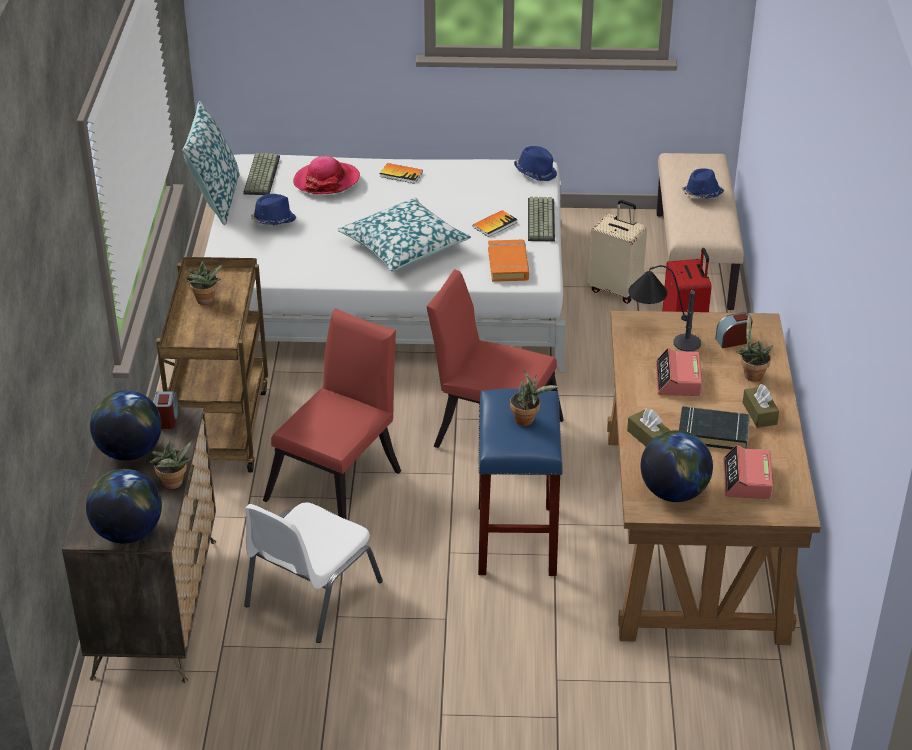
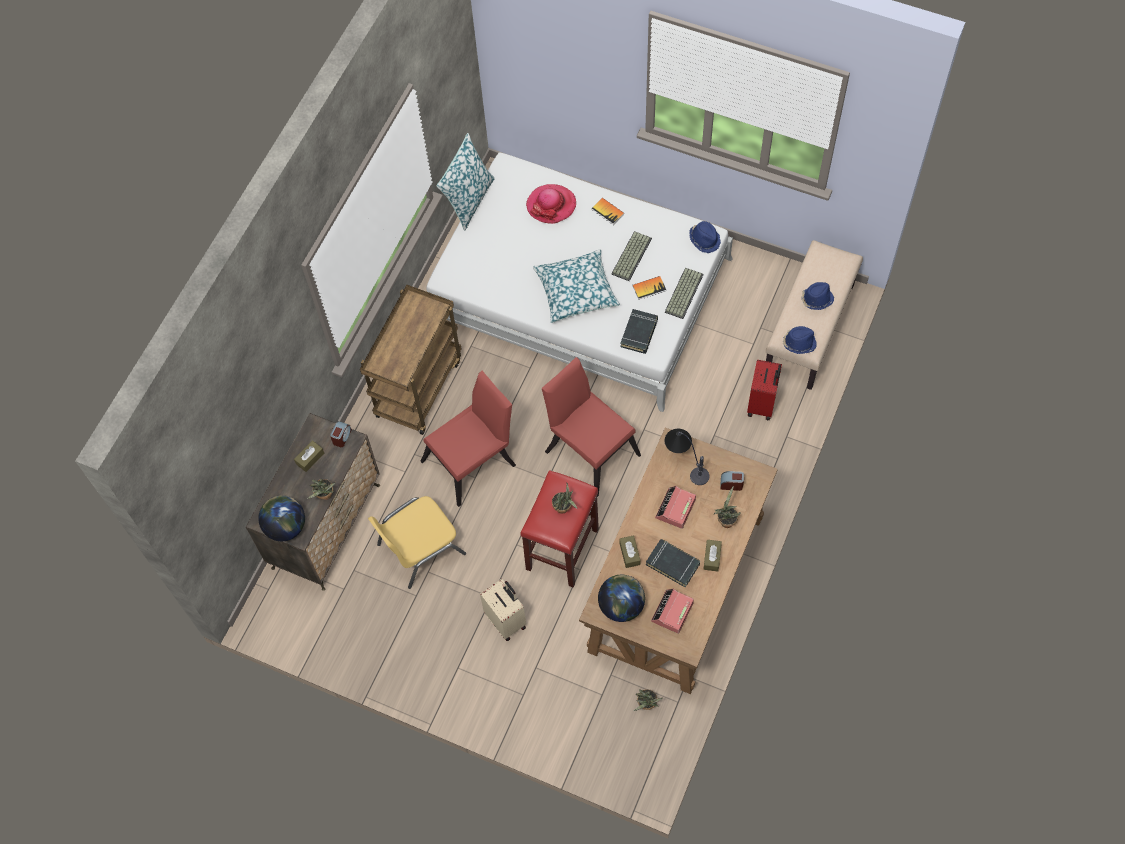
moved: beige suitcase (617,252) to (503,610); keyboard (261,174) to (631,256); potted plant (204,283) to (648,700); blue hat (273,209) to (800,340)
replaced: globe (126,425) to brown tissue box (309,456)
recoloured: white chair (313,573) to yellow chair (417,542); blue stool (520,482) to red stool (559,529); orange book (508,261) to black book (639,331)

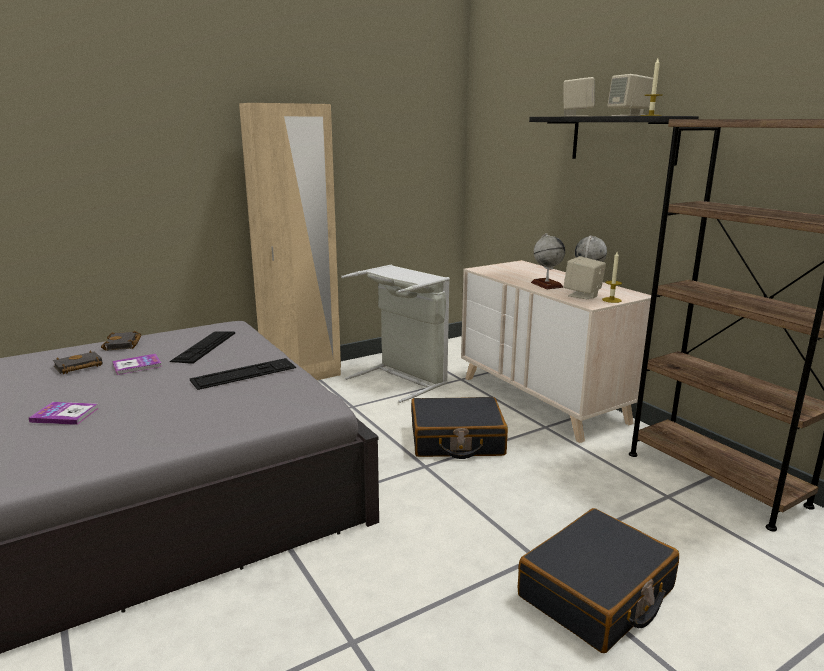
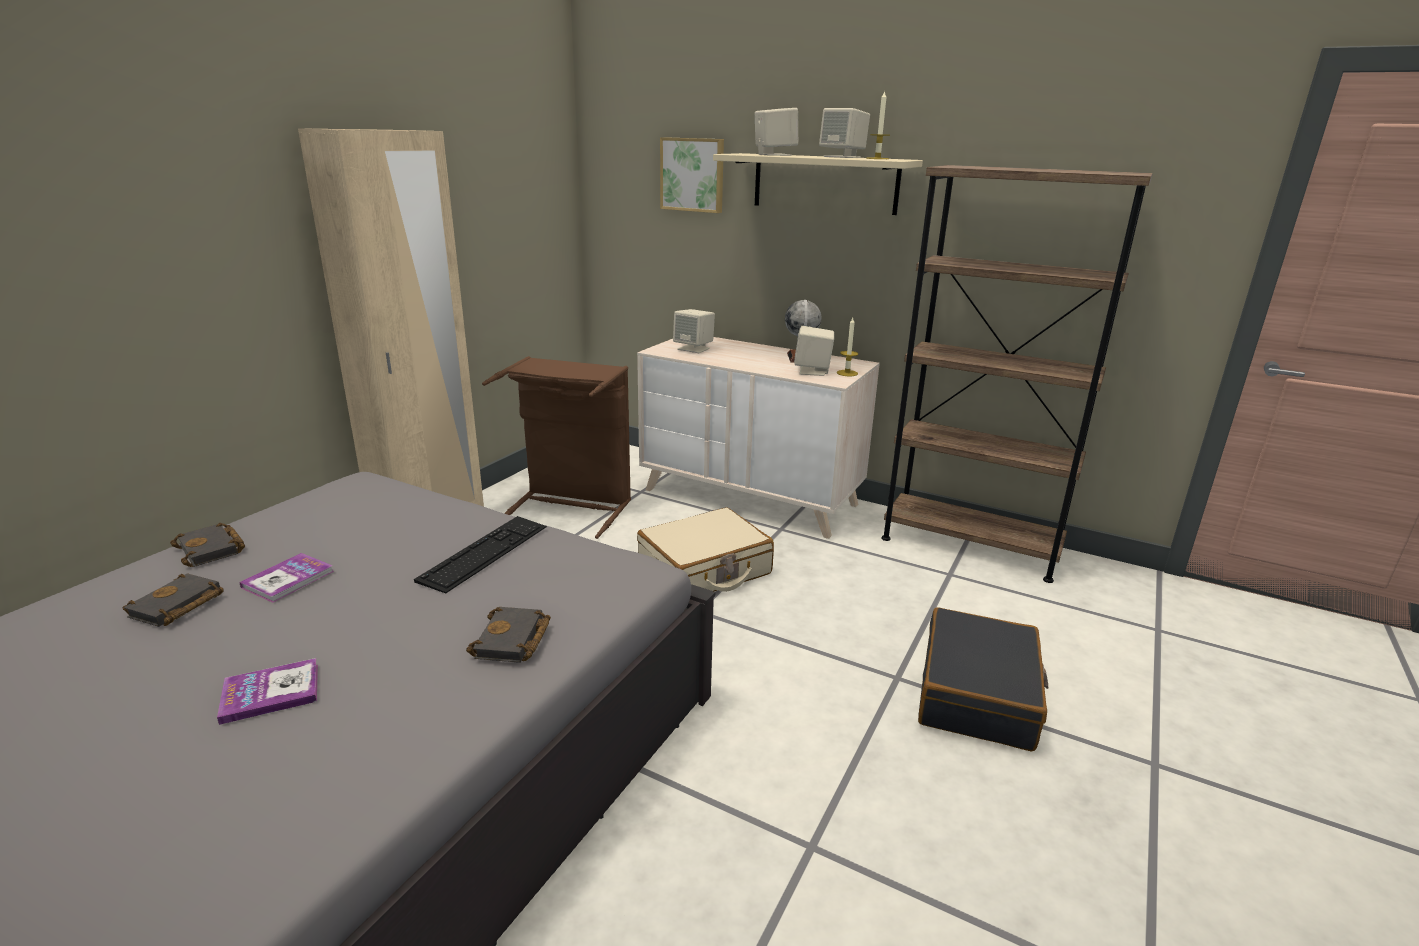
removed: keyboard (202,347); globe (548,261)
added: black book (508,635); picture (692,175); beige speaker (694,331)
recoloured: grey laundry basket (395,333) to brown laundry basket (556,447); black suitcase (459,428) to beige suitcase (705,549); black shelf (614,140) to beige shelf (818,184)

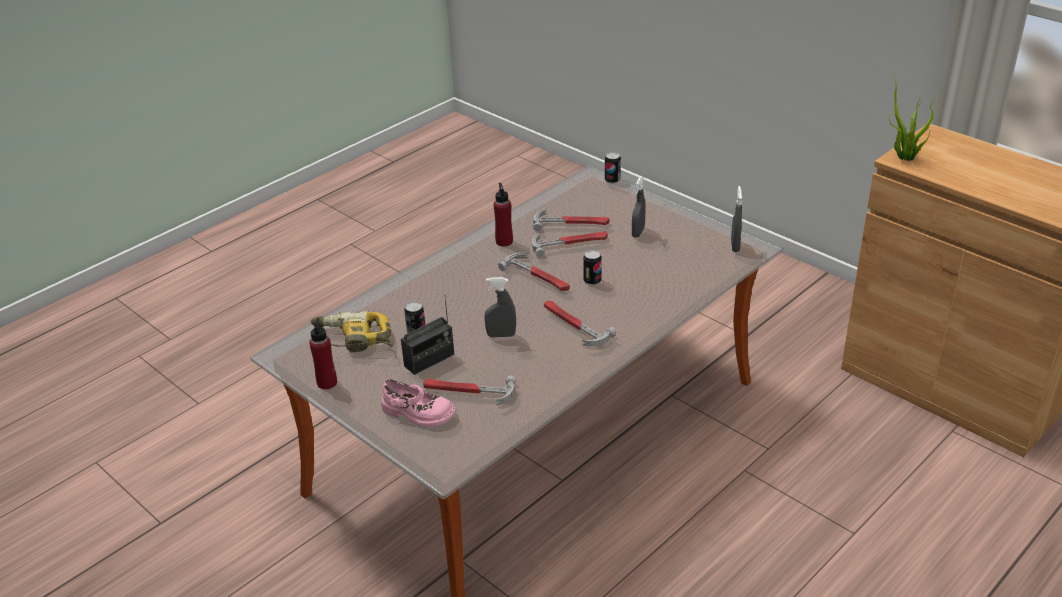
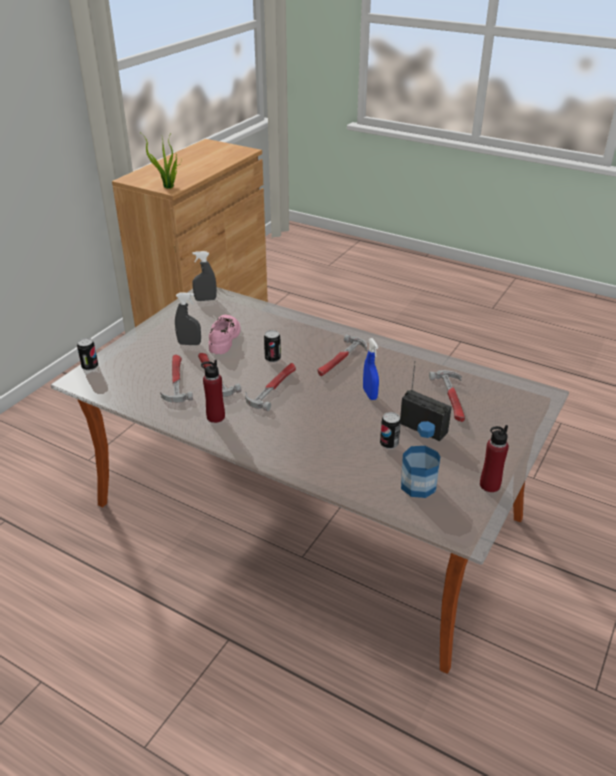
moved: pink shoe (418,403) to (225,334)
replaced: power drill (351,332) to bottle (421,459)
recoloured: grey spray bottle (500,307) to blue spray bottle (371,369)

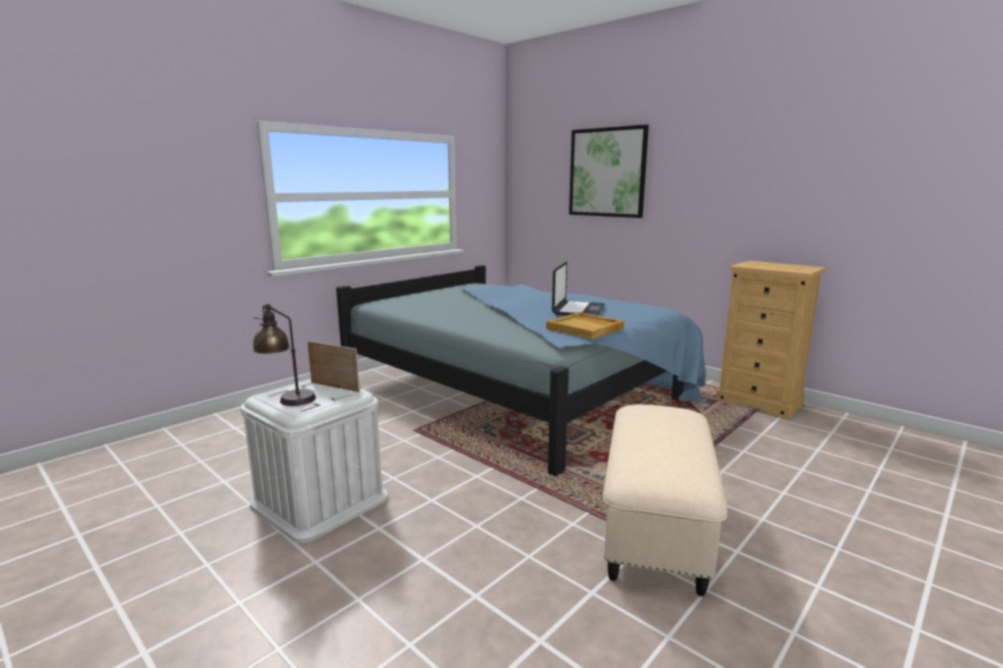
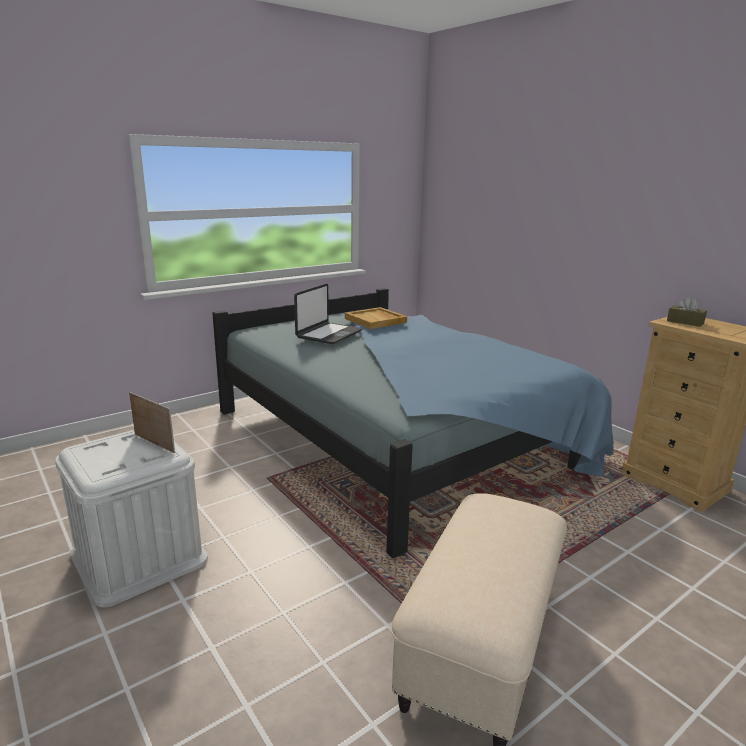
removed: table lamp (284,355); picture (609,171)
added: brown tissue box (687,311)
moved: laptop (578,289) to (328,314); beige tray (585,325) to (376,318)

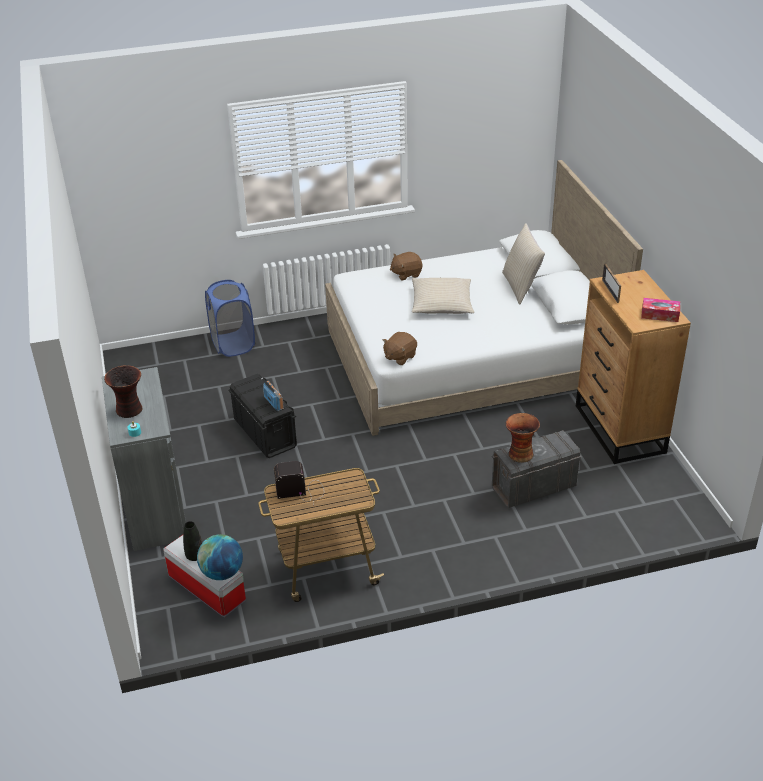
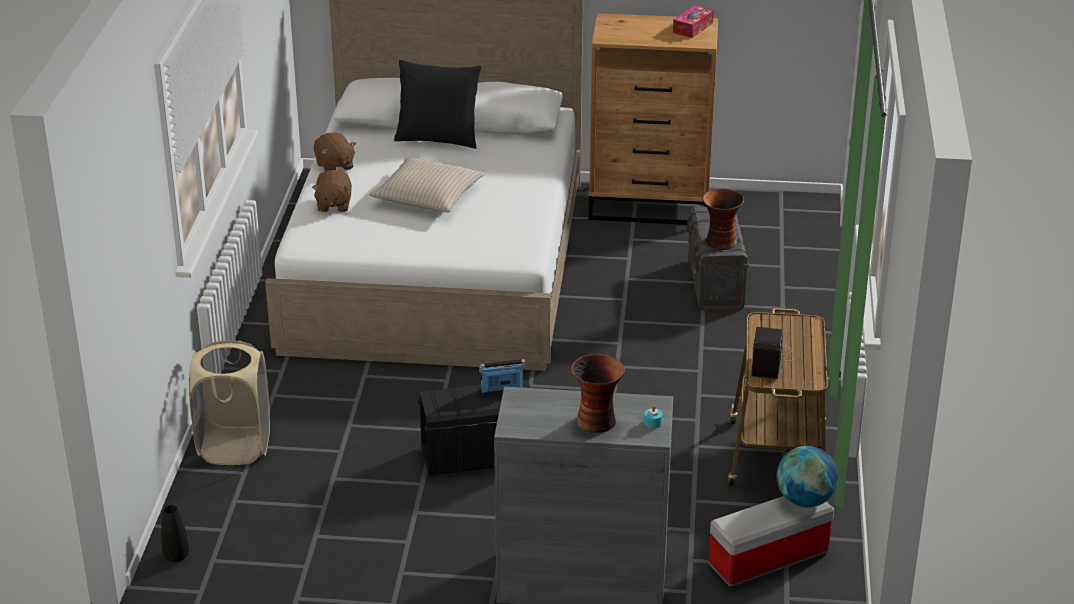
removed: picture frame (611,283)
moved: black vase (192,541) to (175,533); brown plush toy (400,348) to (335,152)
recoloured: blue laundry basket (230,318) to beige laundry basket (229,402); beige pillow (523,264) to black pillow (437,104)

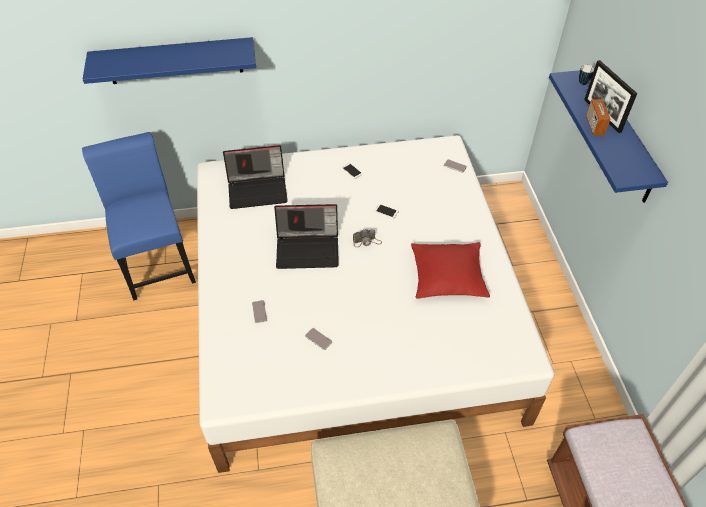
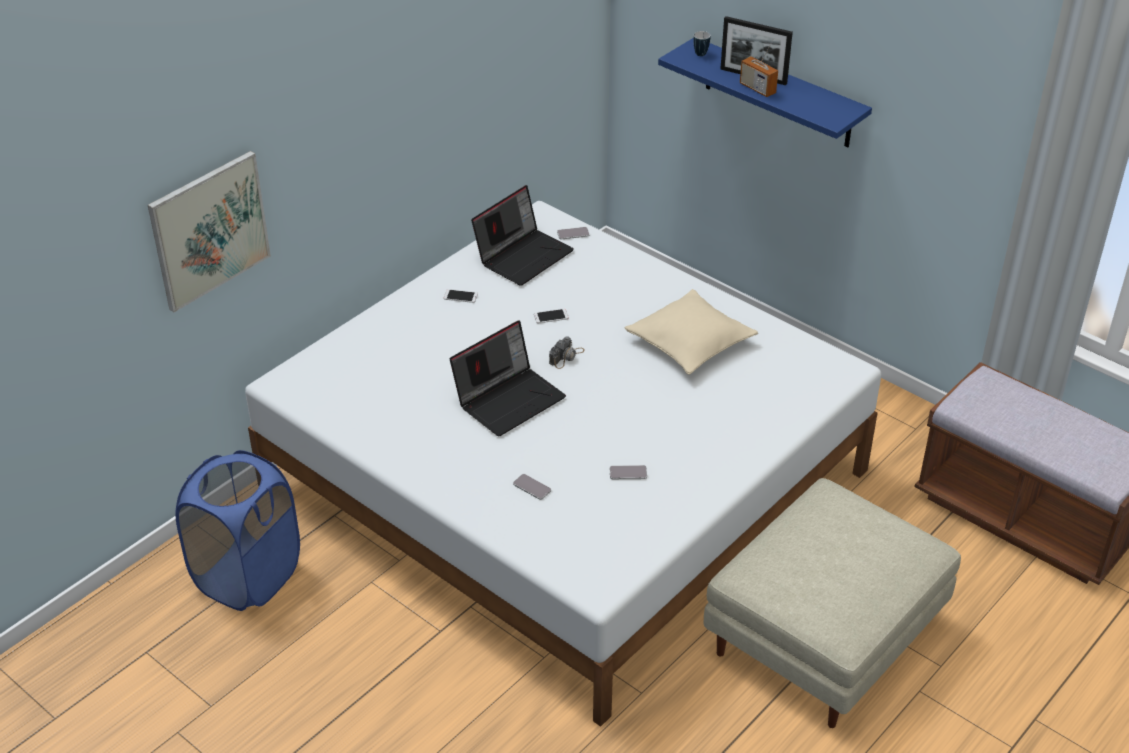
moved: laptop (255,177) to (522,235)
replaced: blue shelf (169,60) to picture (209,231); blue chair (139,216) to blue laundry basket (237,530)
recoloured: red pillow (450,270) to beige pillow (691,332)

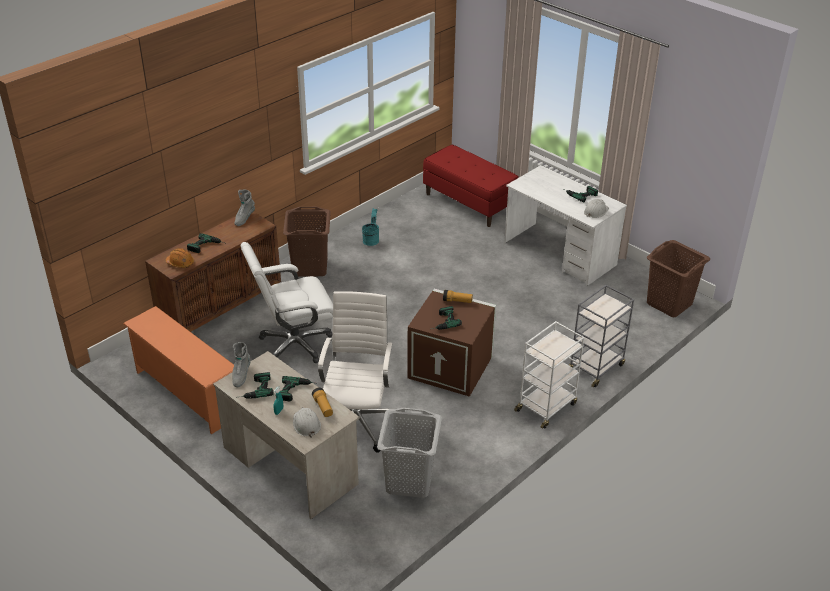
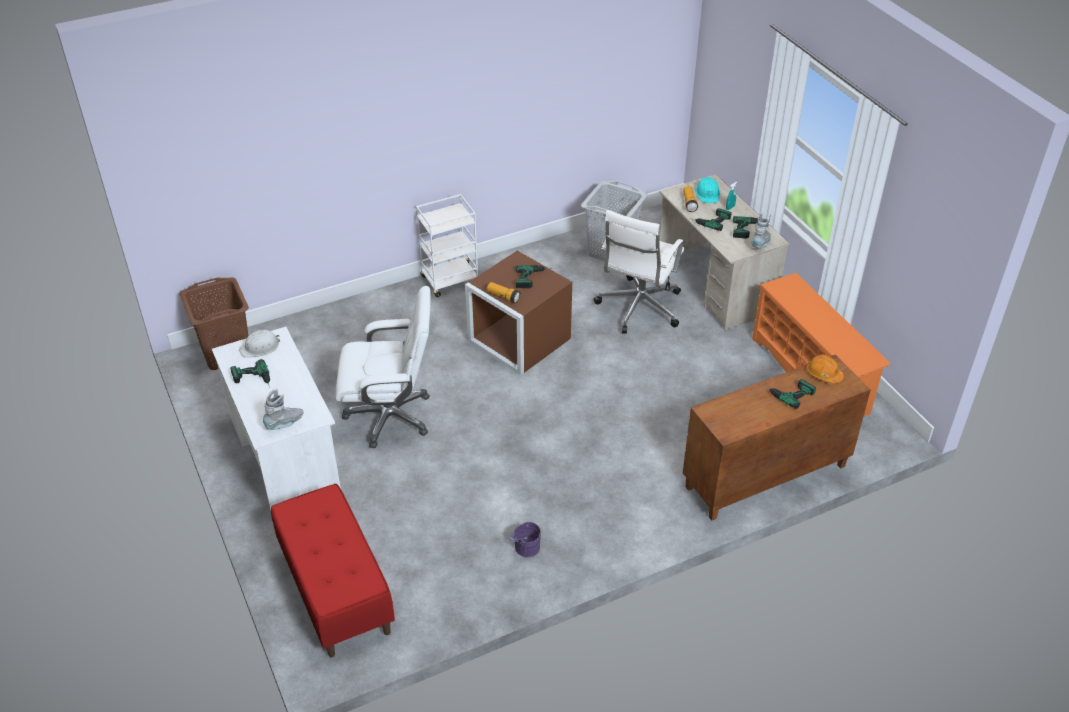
removed: brown laundry basket (307,242); grey cart (601,336)
moved: grey boot (245,208) to (283,409); white office chair (287,302) to (383,367)
recoloured: turquoise bucket (370,227) to purple bucket (524,540); white hard hat (307,422) to turquoise hard hat (708,190)

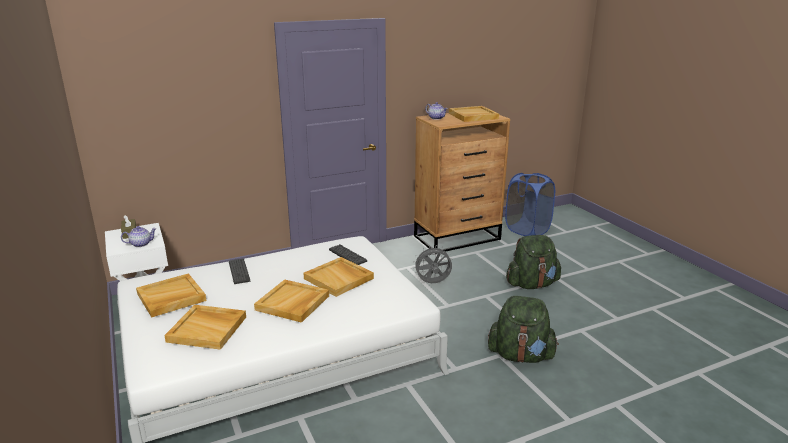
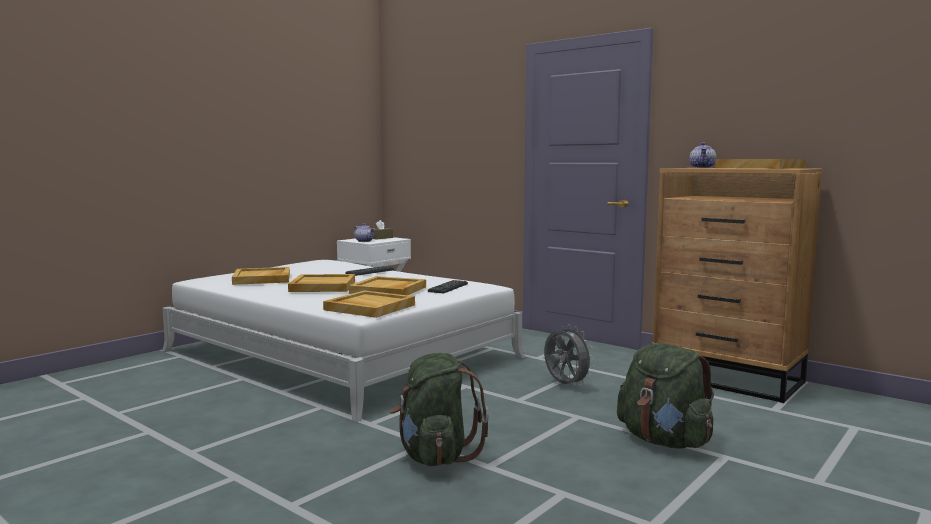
removed: blue laundry basket (530,204)
moved: beige tray (171,295) to (369,304)

